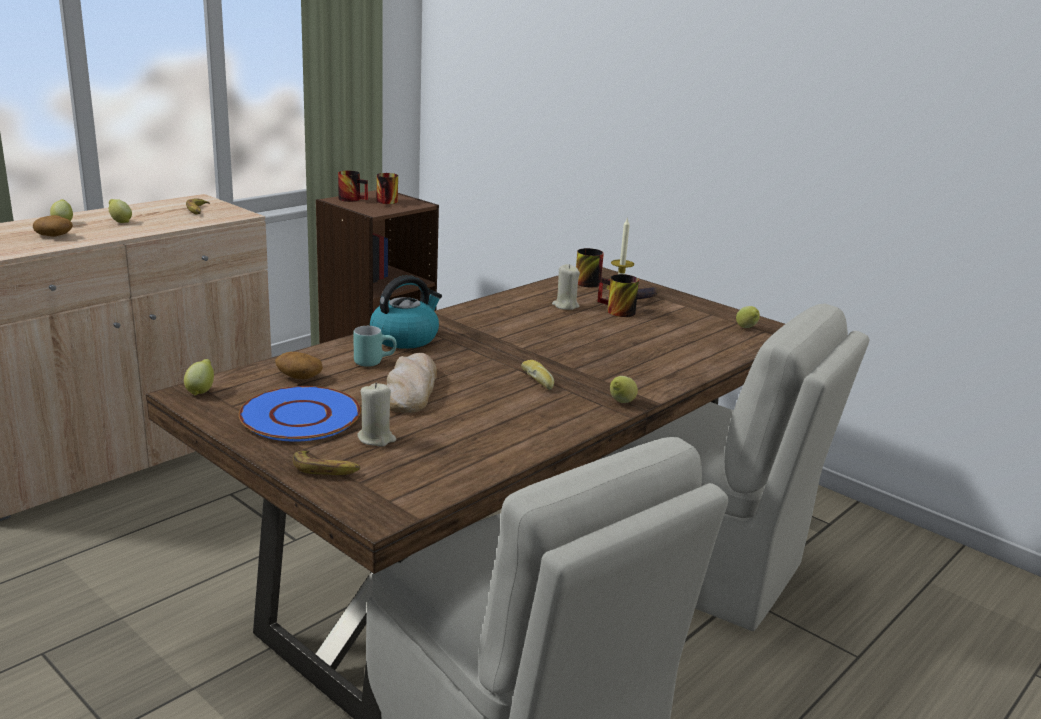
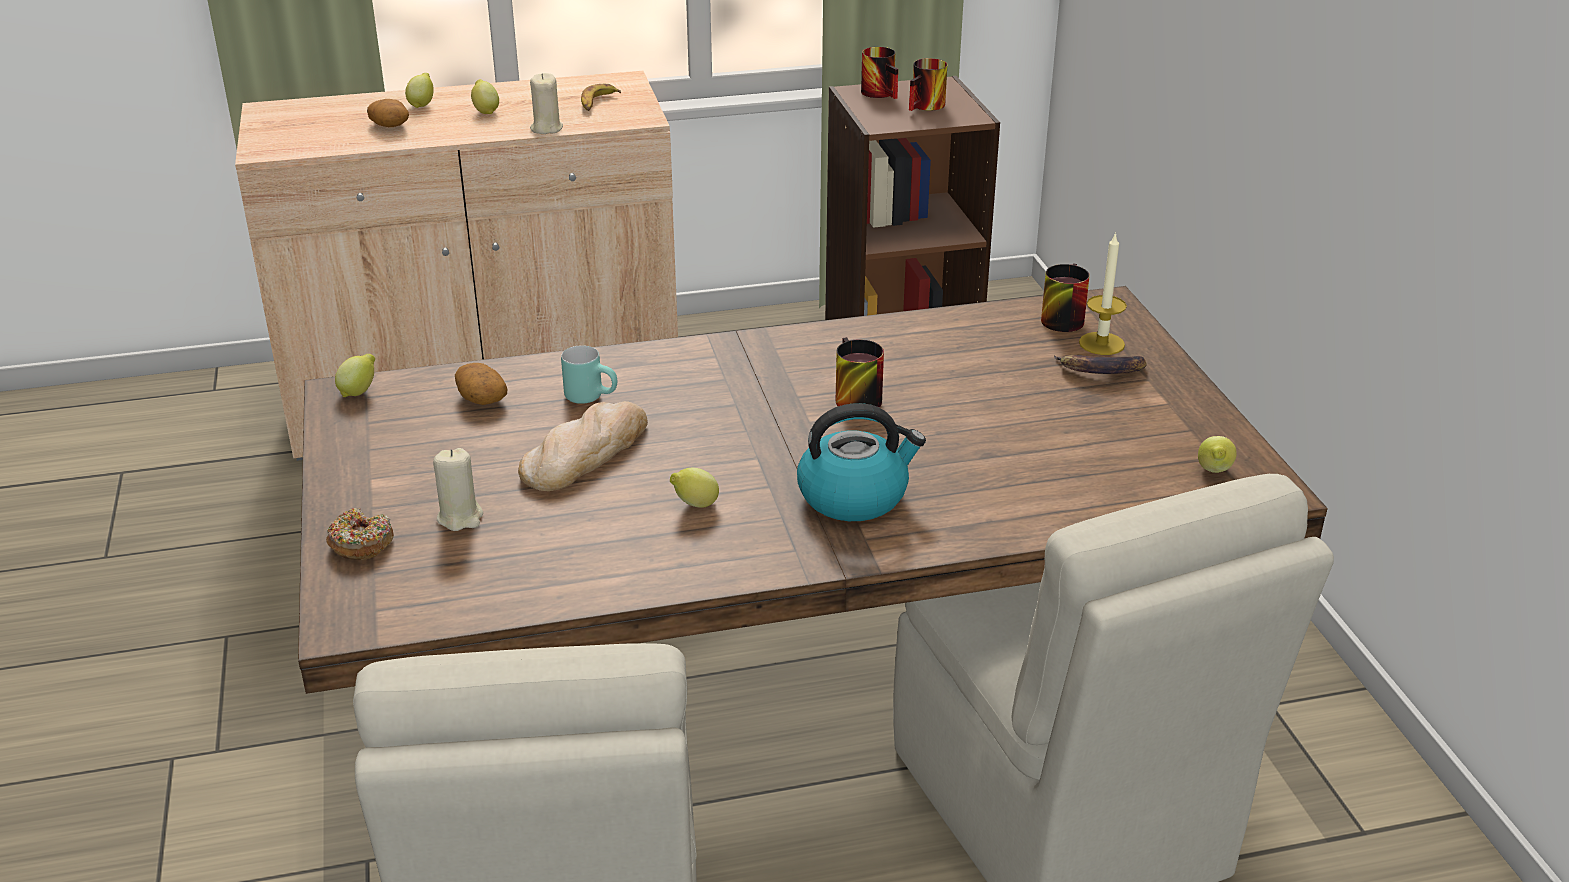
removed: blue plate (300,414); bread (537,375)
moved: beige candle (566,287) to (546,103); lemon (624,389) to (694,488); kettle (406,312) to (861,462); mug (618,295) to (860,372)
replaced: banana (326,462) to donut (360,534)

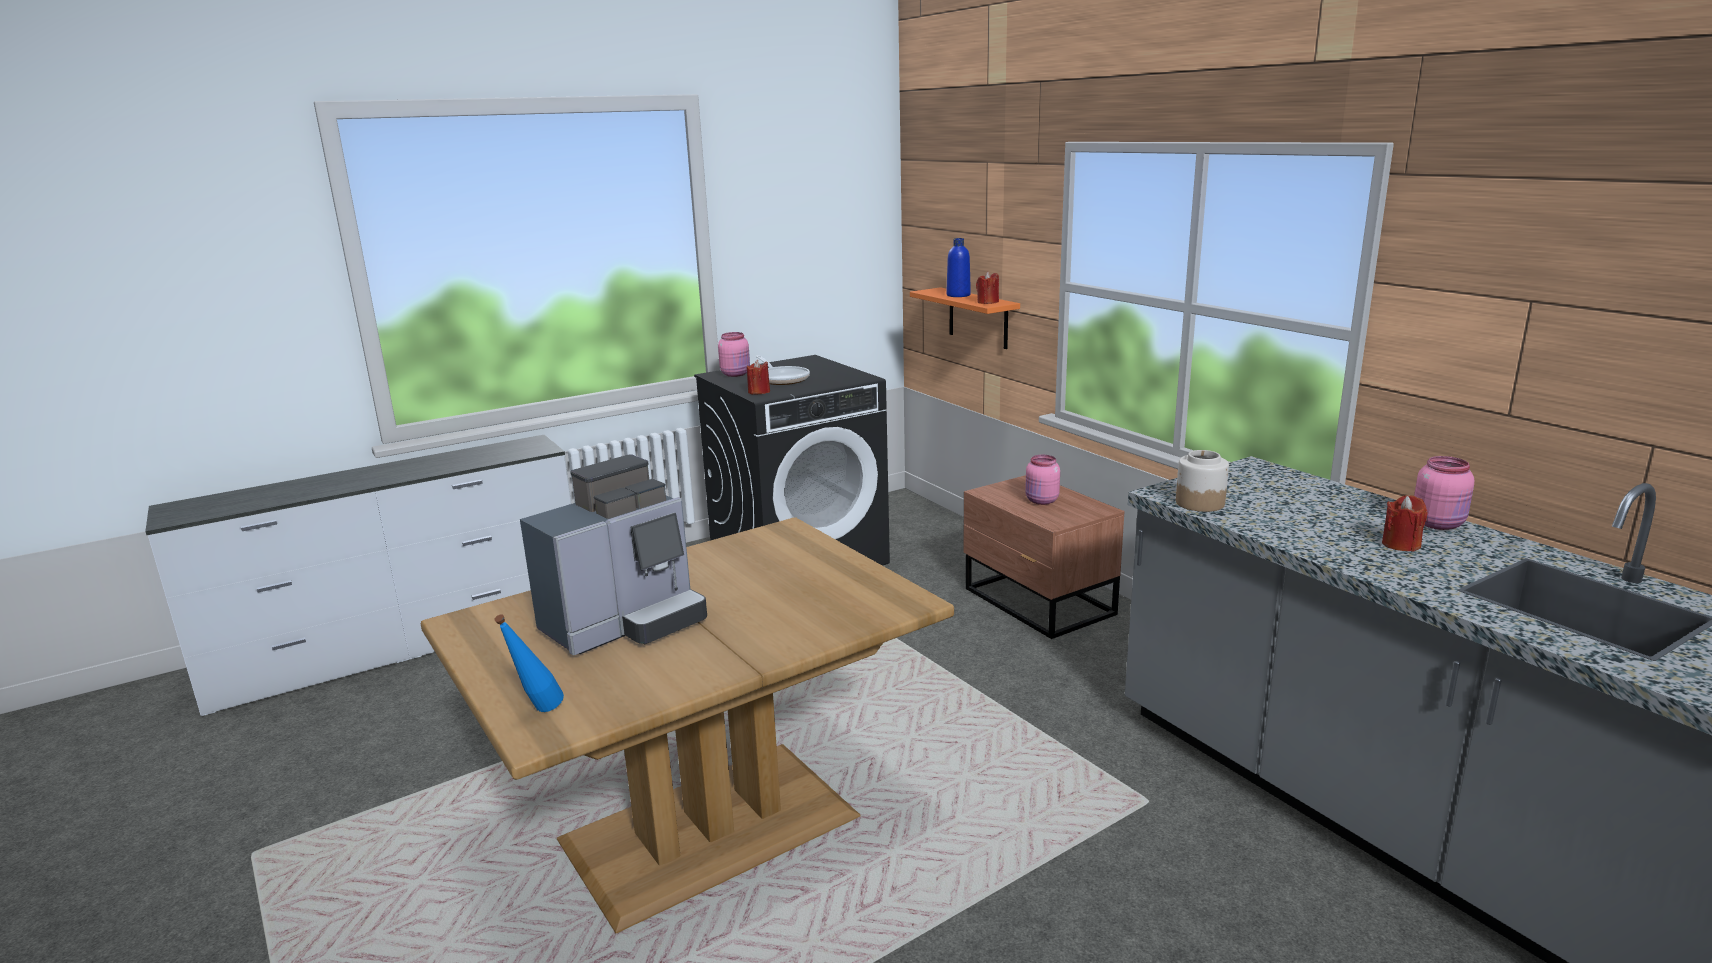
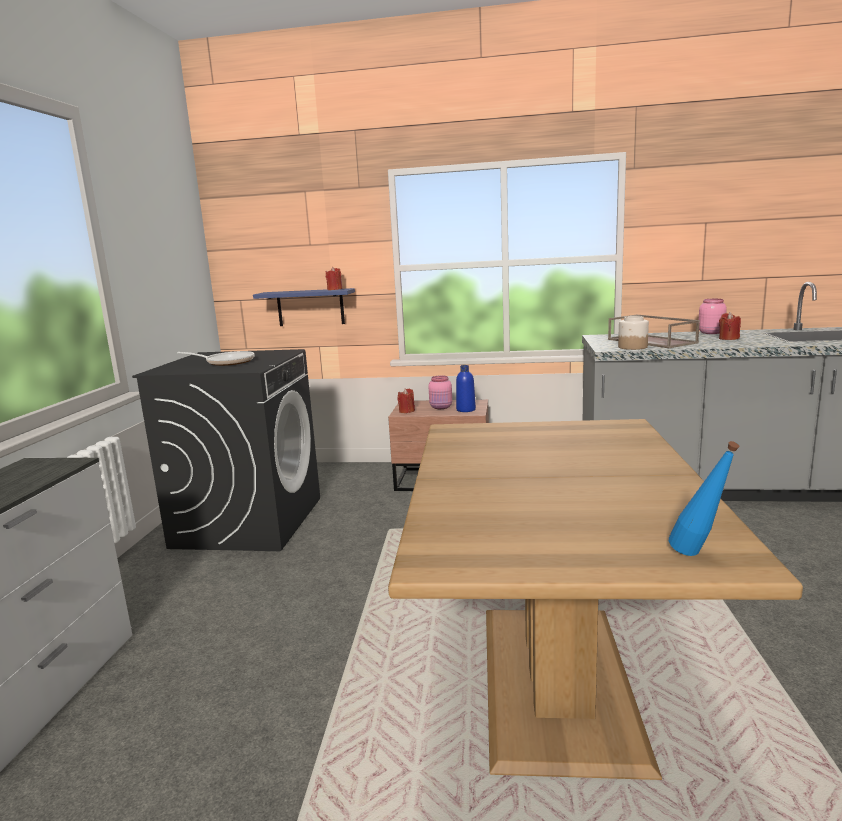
removed: coffee machine (613,554); pink jar (734,354)
added: brown tray (654,331)
moved: red candle (758,377) to (406,400); blue bottle (958,267) to (466,388)
recoloured: orange shelf (965,318) to blue shelf (304,307)

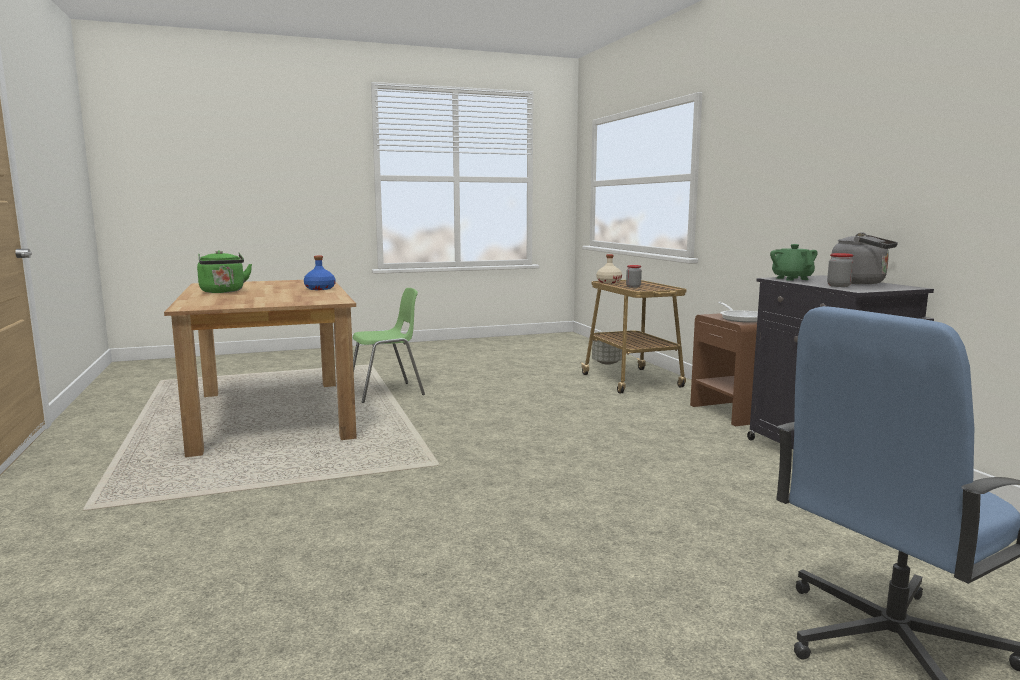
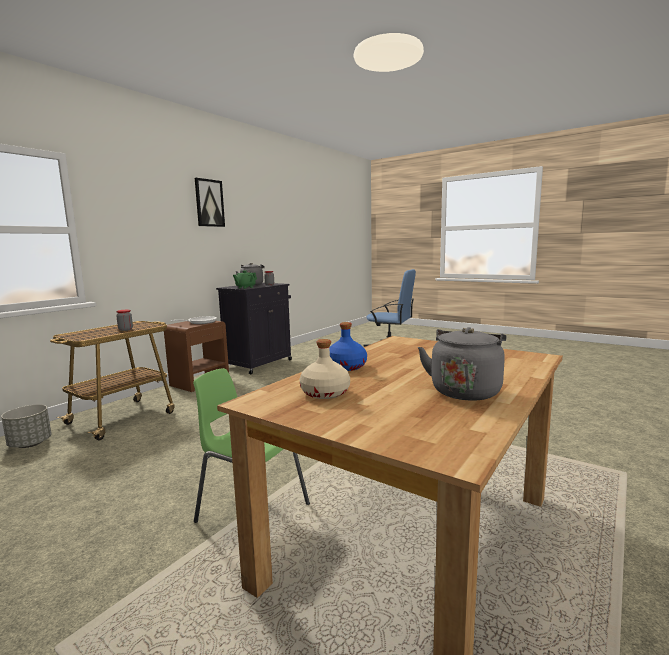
added: picture (210,202)
moved: beige bottle (609,268) to (325,369)
recoloured: green kettle (224,271) to grey kettle (462,364)

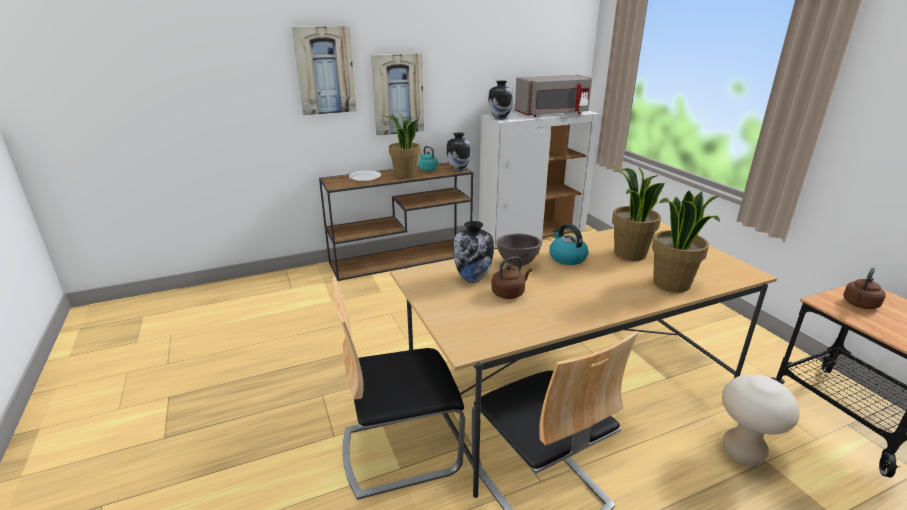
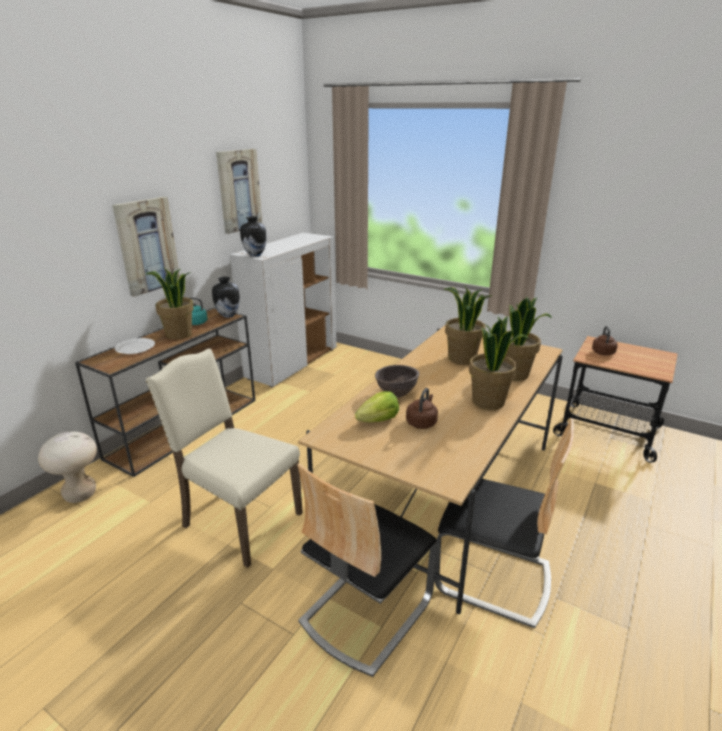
removed: grey microwave (553,96); kettle (569,244)
added: beige chair (224,458); potted plant (499,363)
moved: beige stool (761,420) to (67,467); picture (324,70) to (239,191)
replaced: vase (473,252) to lettuce (377,406)

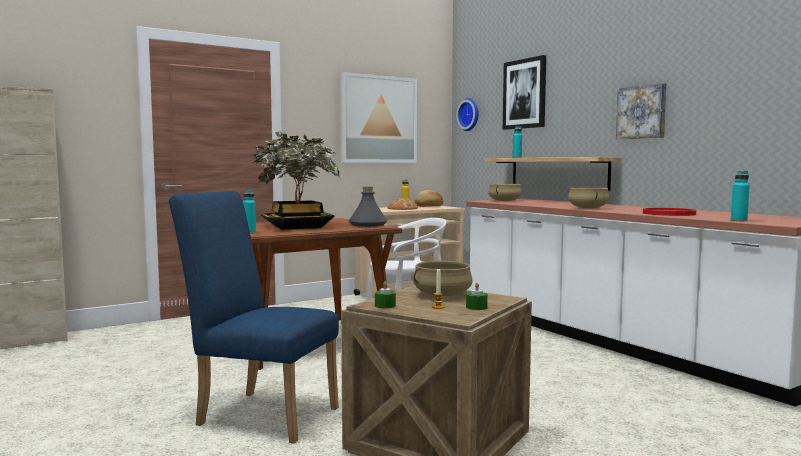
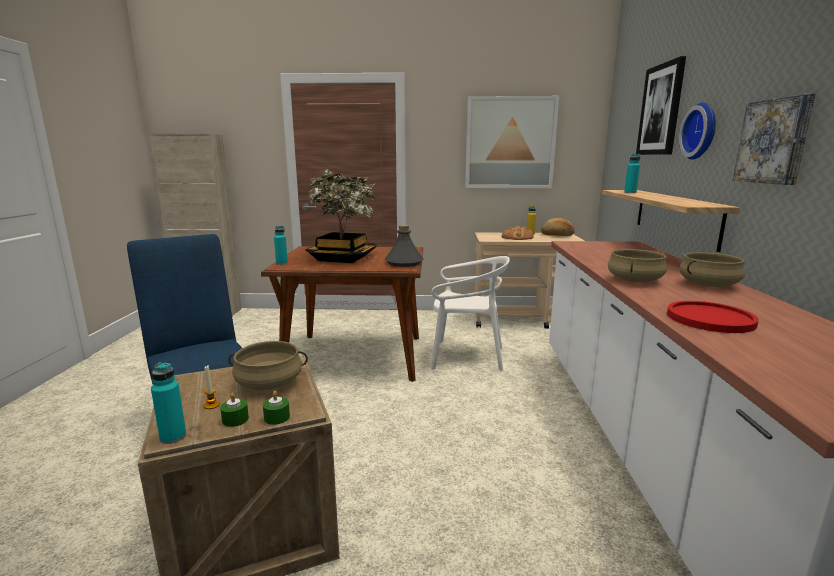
moved: turquoise bottle (740,196) to (168,403); green candle (385,295) to (276,408); wall clock (467,114) to (697,131); beige cooking pot (505,192) to (712,269)

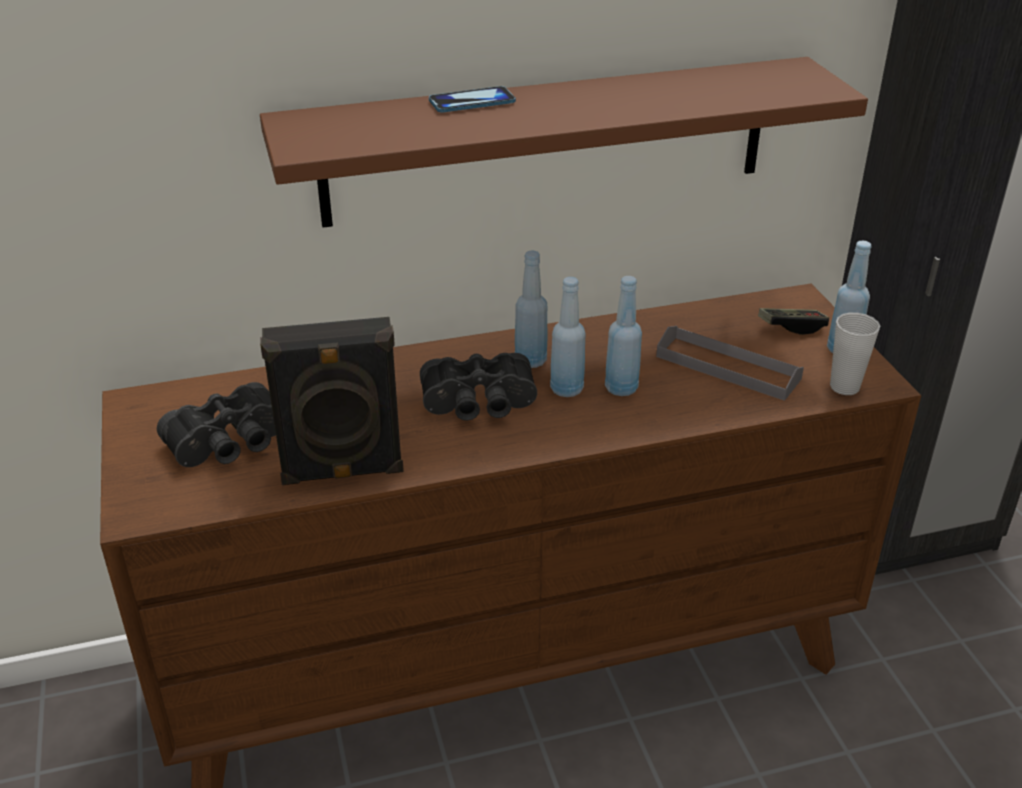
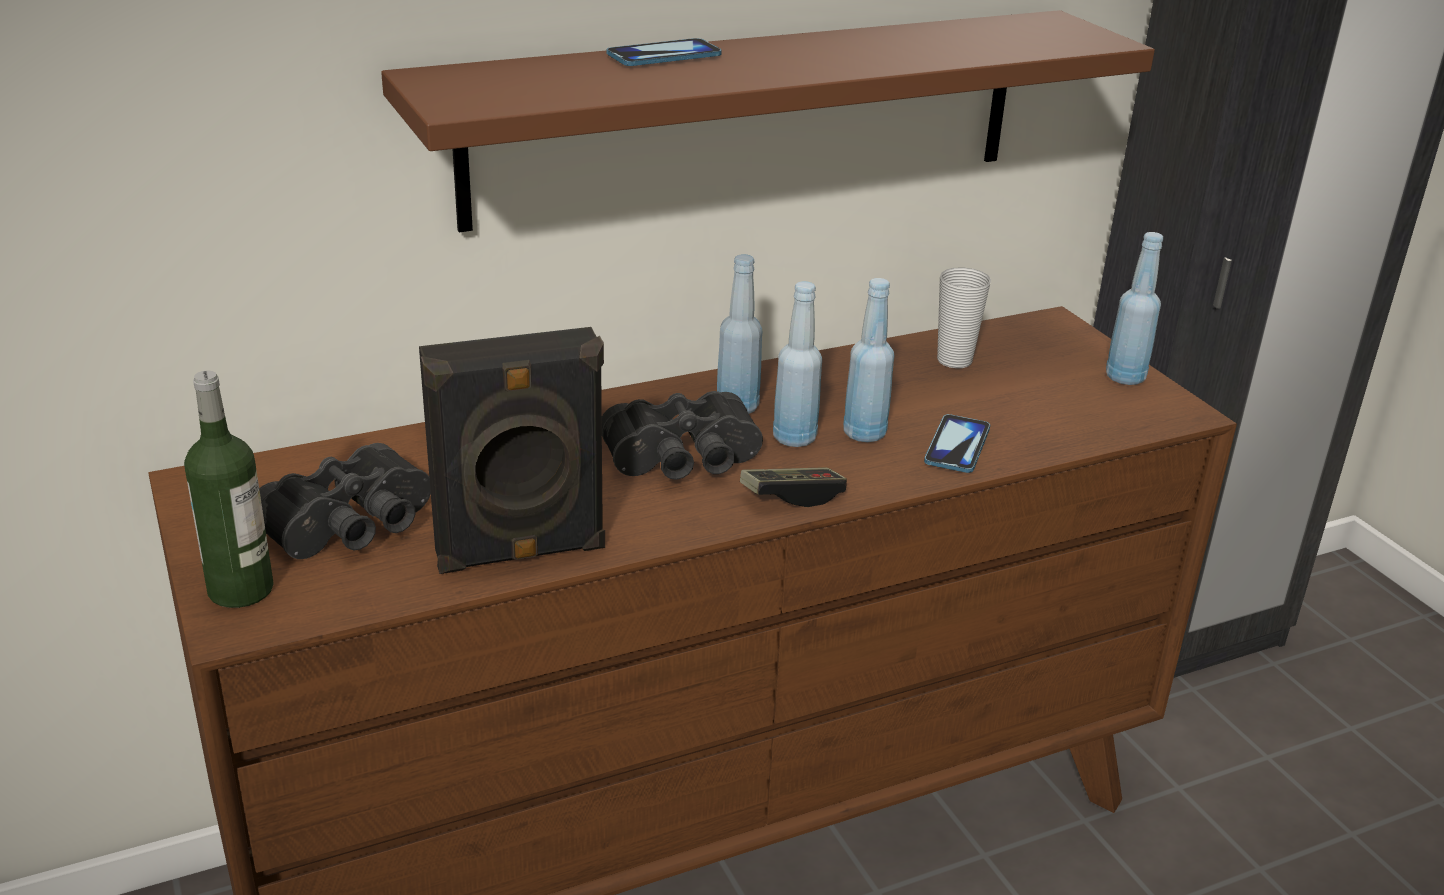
removed: grey tray (730,363)
added: bottle (229,489); phone (957,443)
moved: game controller (793,321) to (793,487); cup (855,354) to (964,318)

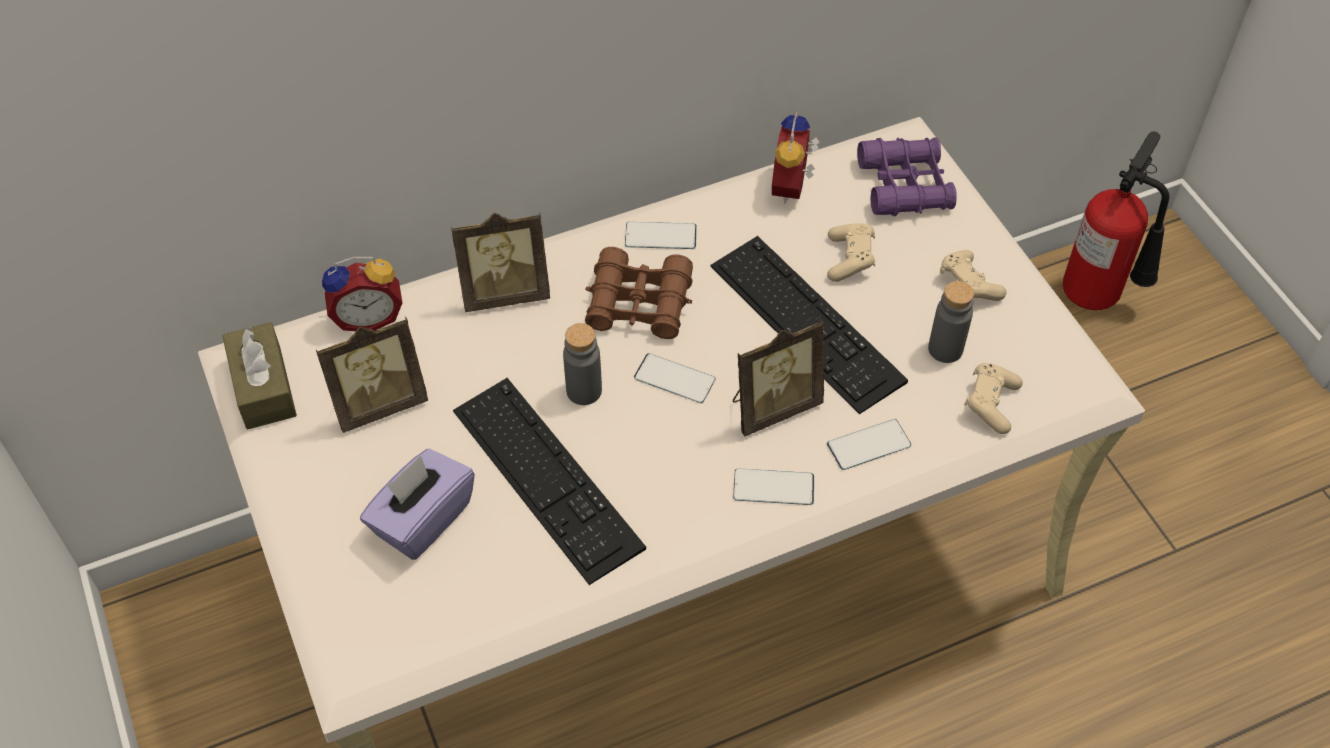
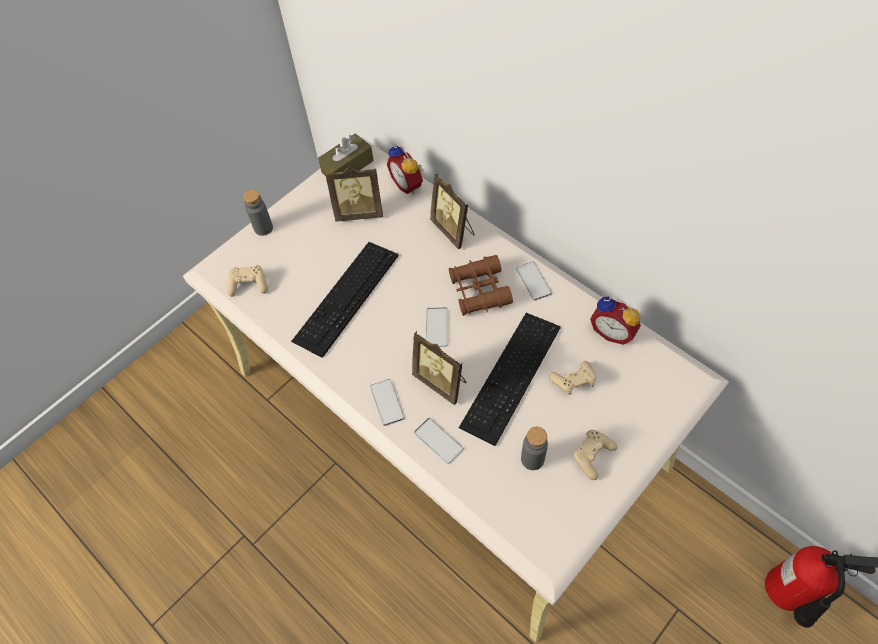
removed: purple tissue box (417,504); purple binoculars (907,176)
moved: beige game controller (993,398) to (247,281); grey bottle (582,364) to (258,213)
turned: picture frame (372,375) = (354,194) 45 degrees counterclockwise; alarm clock (796,157) = (615,321) 135 degrees counterclockwise

